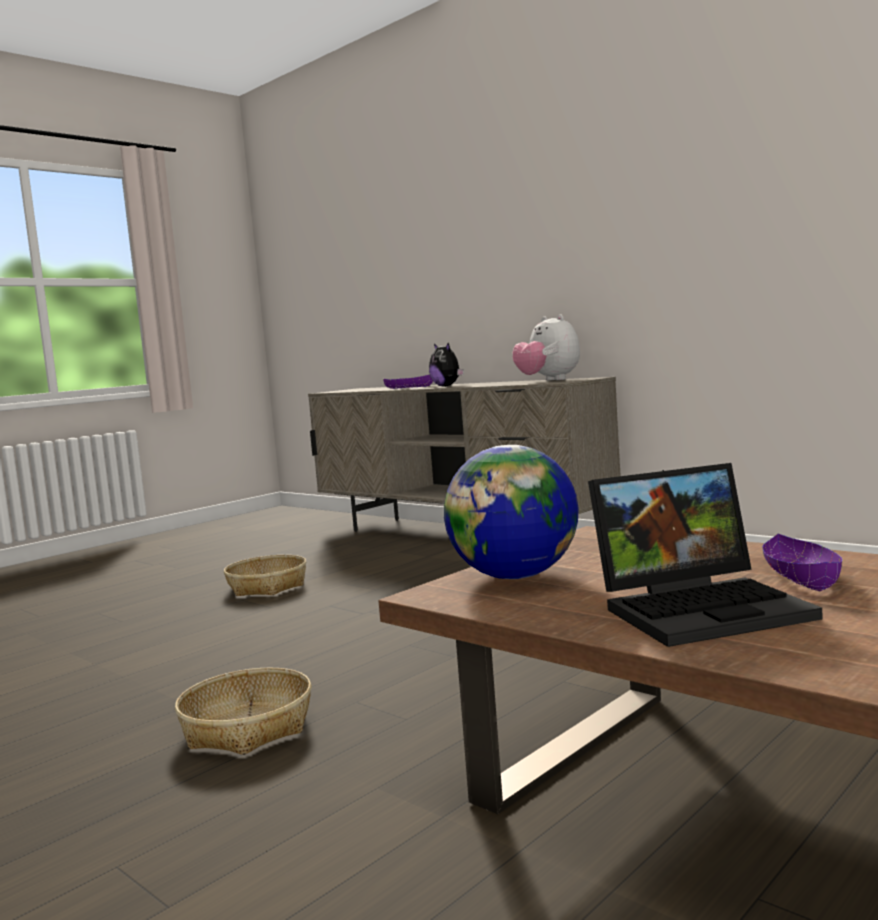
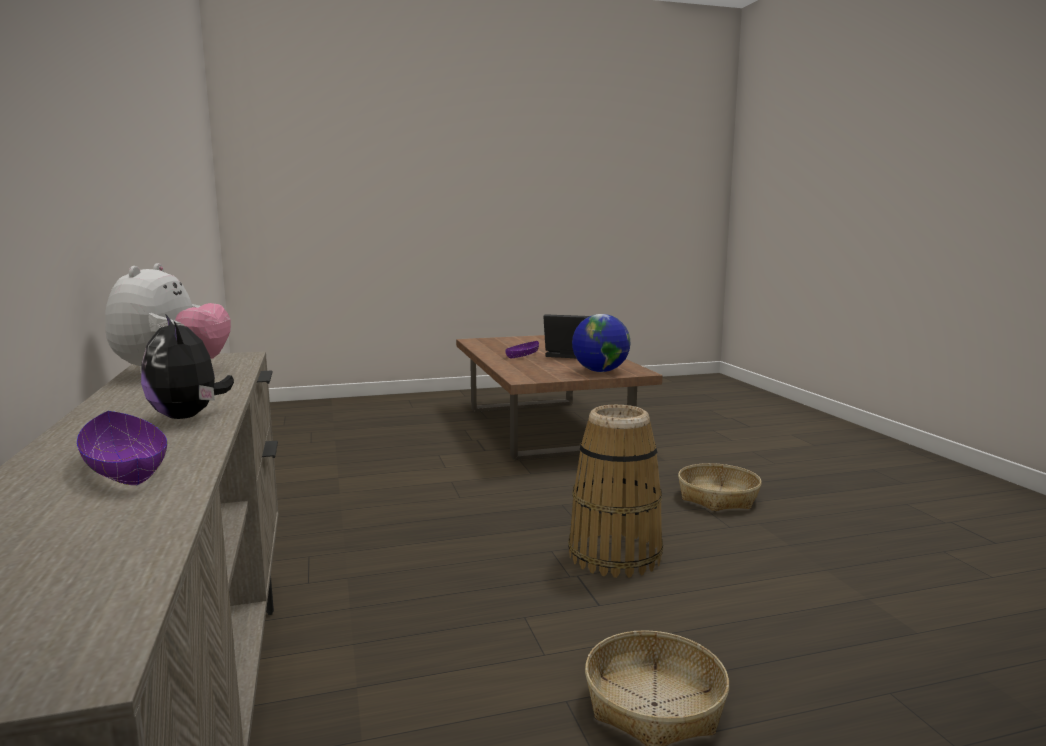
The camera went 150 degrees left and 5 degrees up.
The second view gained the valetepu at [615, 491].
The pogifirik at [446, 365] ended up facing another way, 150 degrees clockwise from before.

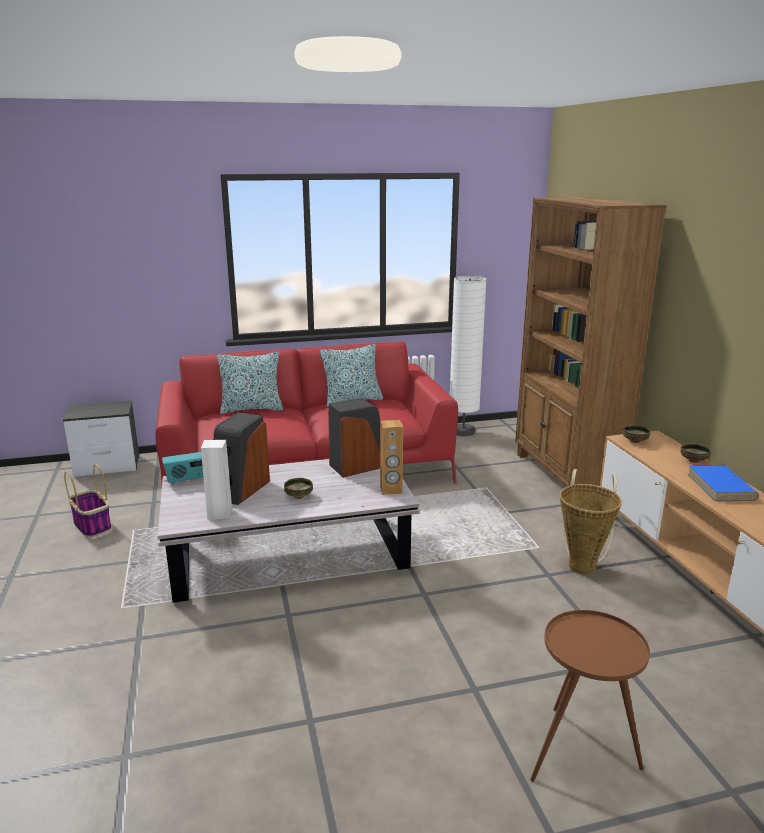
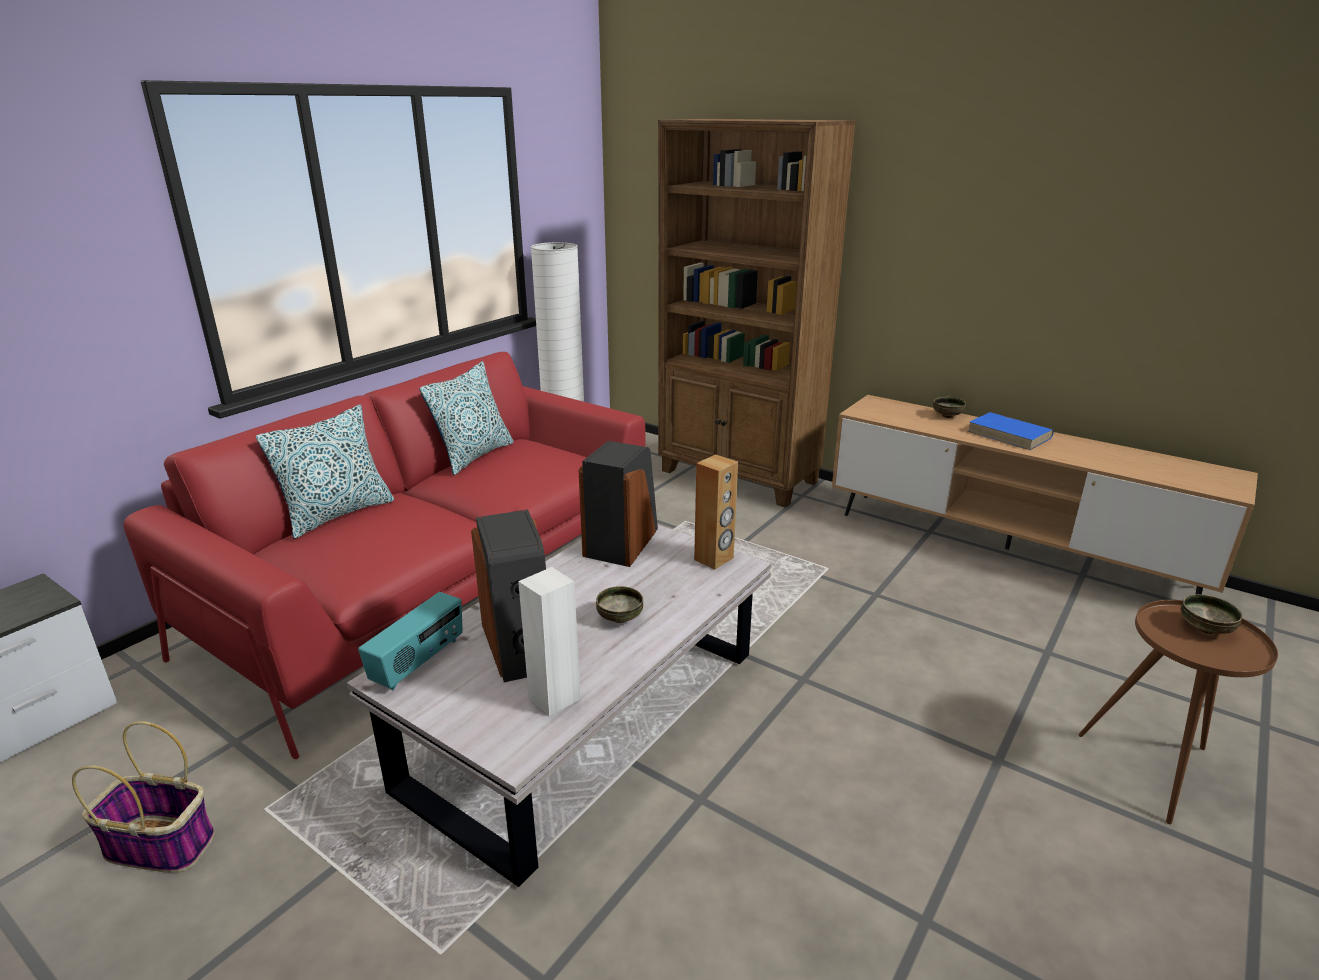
The camera went 40 degrees left and 5 degrees up.
The second view lost the valetepu at [591, 521].
The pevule ended up elsewhere, having gone from [636, 434] to [1212, 614].

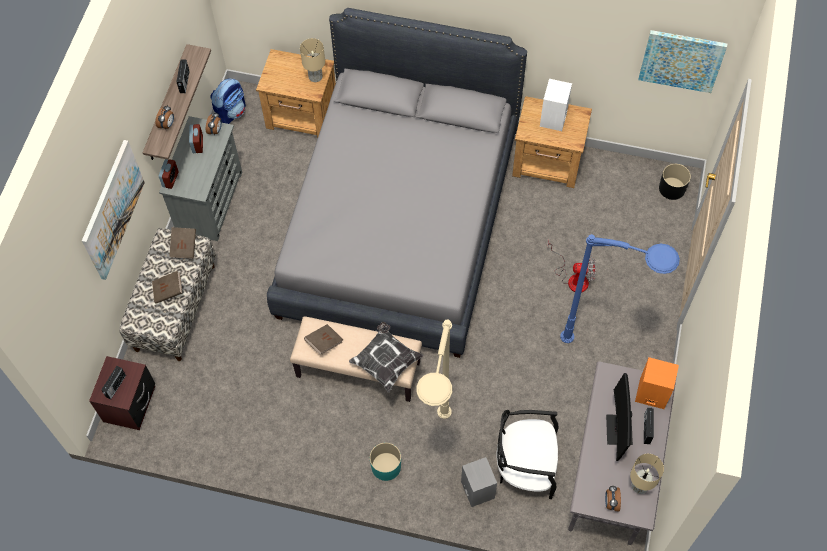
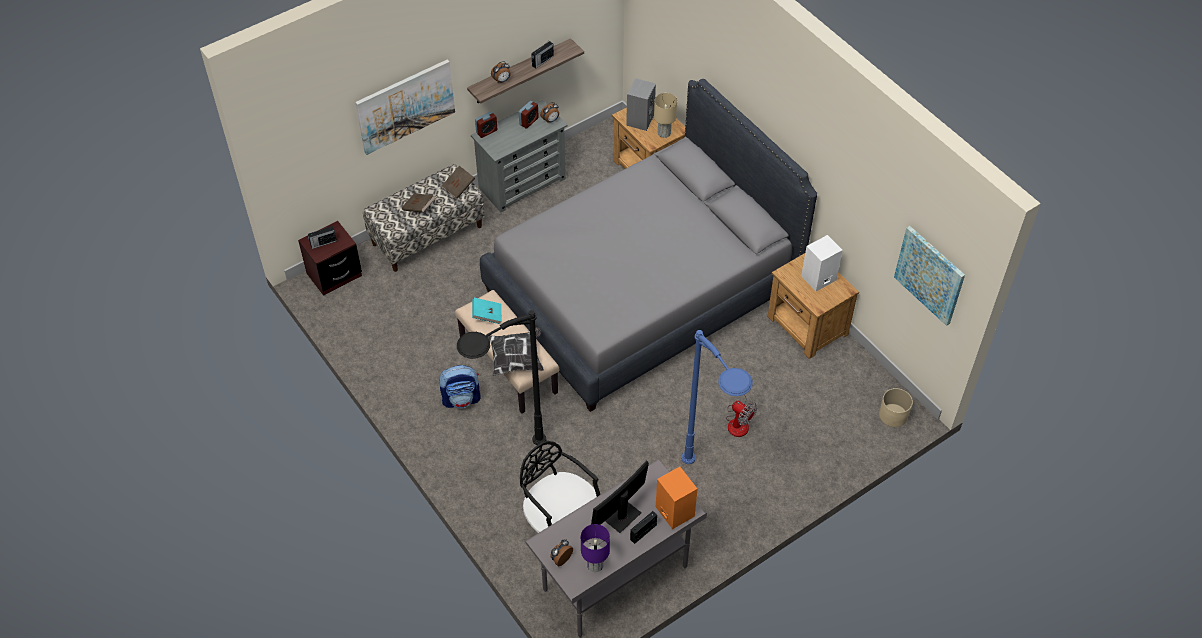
The camera went 40 degrees right and 10 degrees down.
The second view lost the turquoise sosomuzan at [385, 462].
The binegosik ended up elsewhere, having gone from [228, 101] to [460, 386].
The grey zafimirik ended up elsewhere, having gone from [479, 482] to [641, 104].
What was the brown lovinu at [323, 339] turned into the turquoise lovinu at [487, 311].
What was the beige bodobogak at [434, 369] turned into the black bodobogak at [501, 377].
What was the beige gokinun at [647, 474] turned into the purple gokinun at [595, 548].
What was the black sosomuzan at [675, 182] turned into the beige sosomuzan at [896, 407].

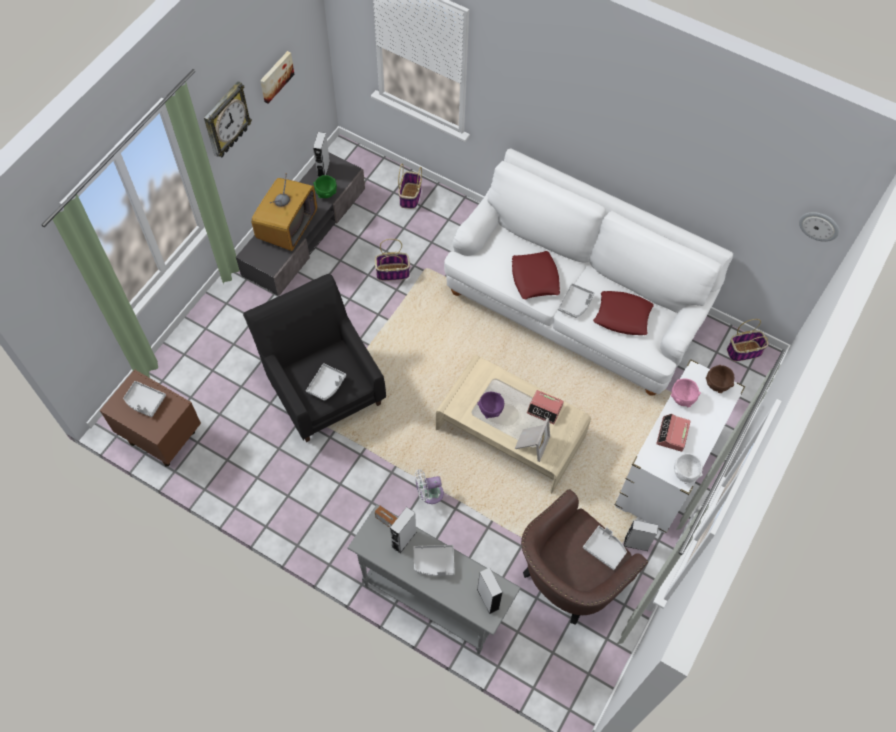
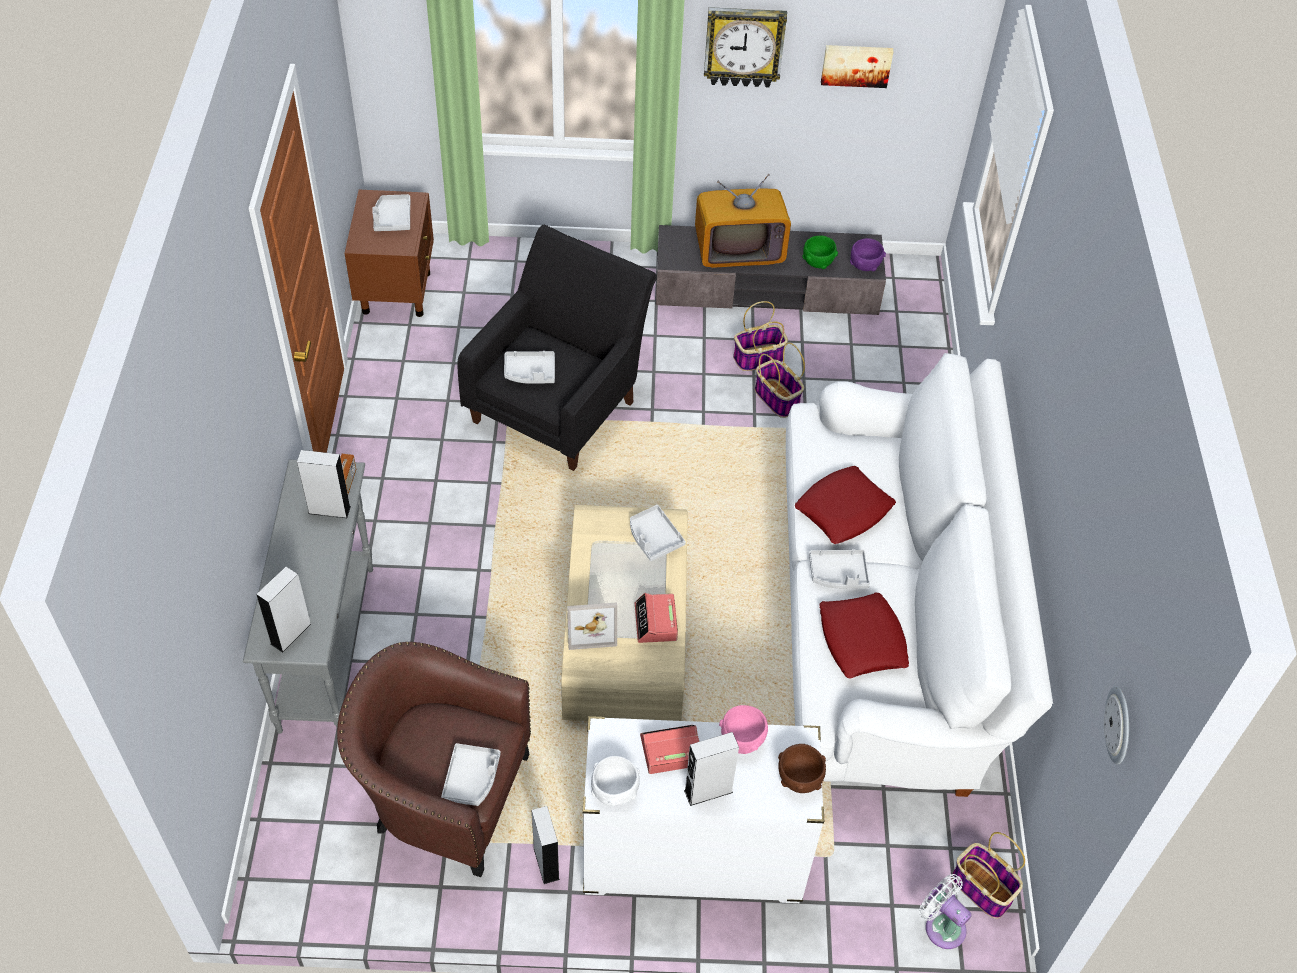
The camera went 60 degrees right and 10 degrees down.
The grey zafimirik ended up elsewhere, having gone from [321, 154] to [711, 769].
The valetepu ended up elsewhere, having gone from [410, 186] to [760, 336].
The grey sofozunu ended up elsewhere, having gone from [434, 560] to [658, 533].
The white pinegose ended up elsewhere, having gone from [429, 486] to [945, 911].
The purple pevule ended up elsewhere, having gone from [490, 405] to [868, 254].

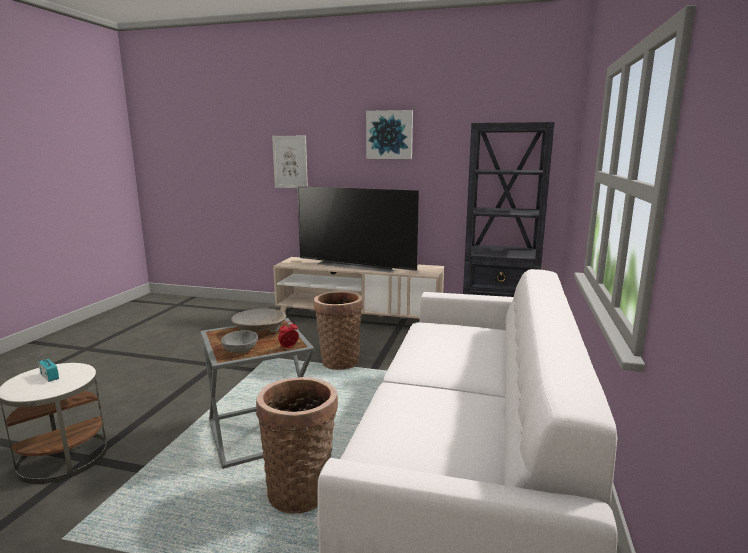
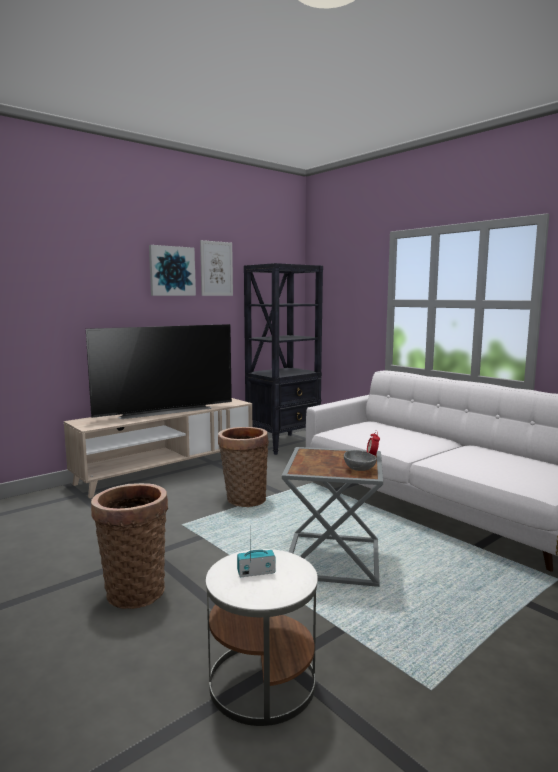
The camera went 55 degrees left and 5 degrees down.
The second view lost the beige pevule at [258, 321].
The valetepu ended up elsewhere, having gone from [297, 445] to [129, 546].
The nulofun ended up elsewhere, having gone from [290, 162] to [216, 268].

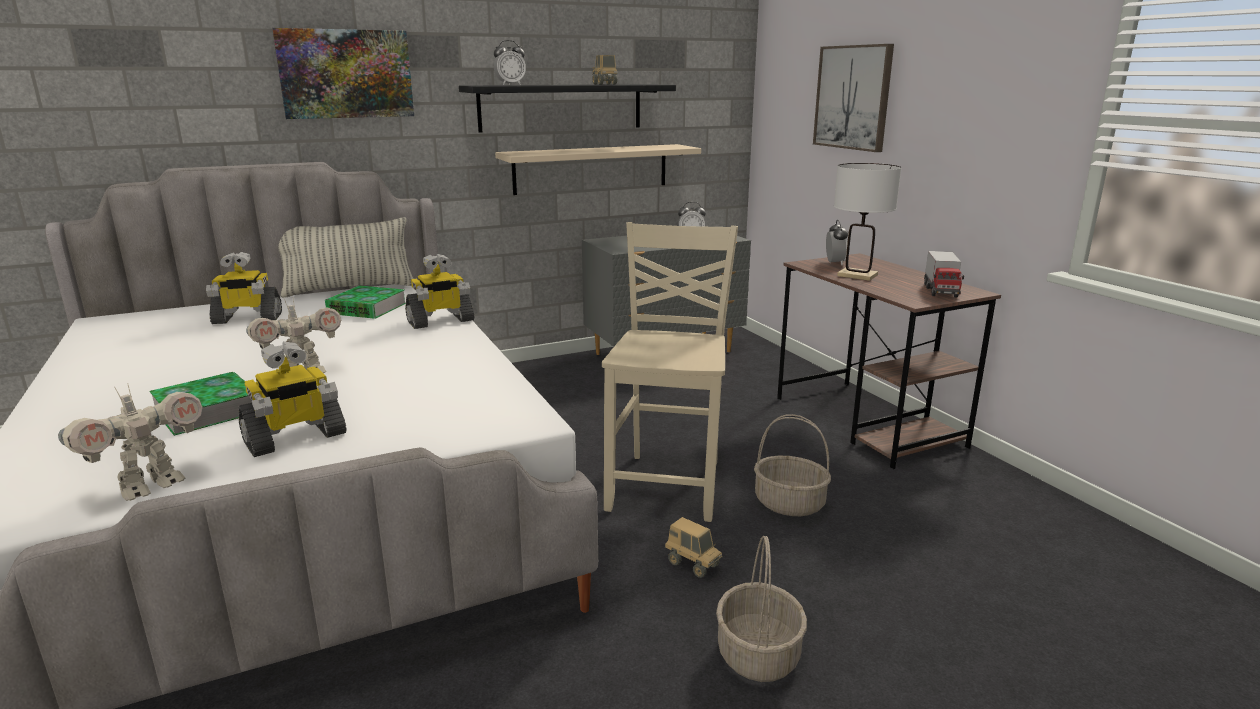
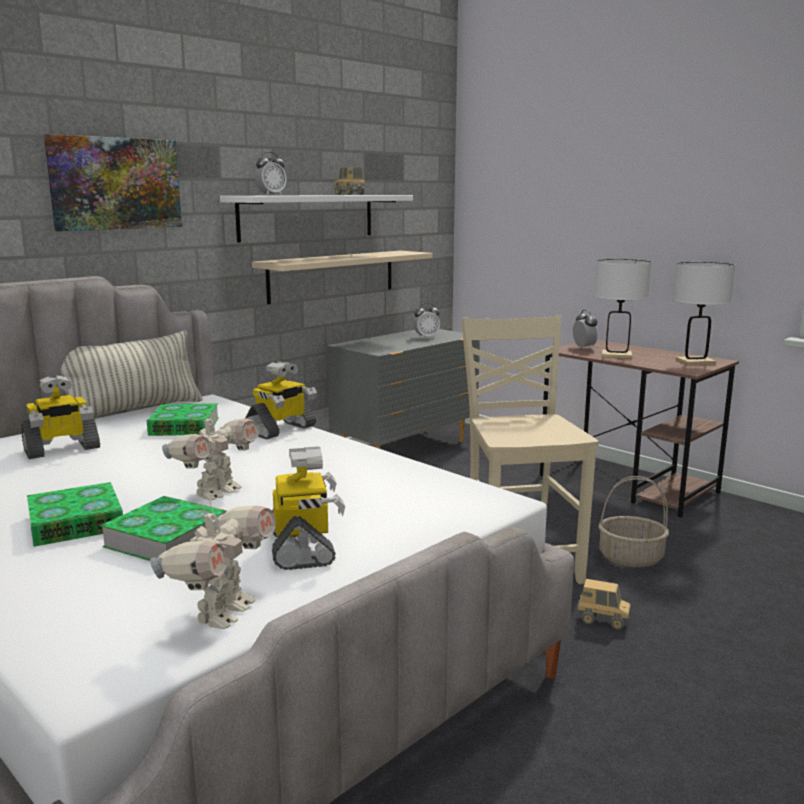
The camera went 20 degrees left and 5 degrees down.
The second view lost the valetepu at [761, 609].
The second view lost the nulofun at [853, 98].
The second view gained the lovinu at [75, 514].
Where the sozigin stood at [944, 274], the white gokinun came to stand at [704, 313].
What was the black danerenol at [567, 108] turned into the white danerenol at [316, 218].
The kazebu at [293, 399] ended up facing another way, 45 degrees counterclockwise from before.

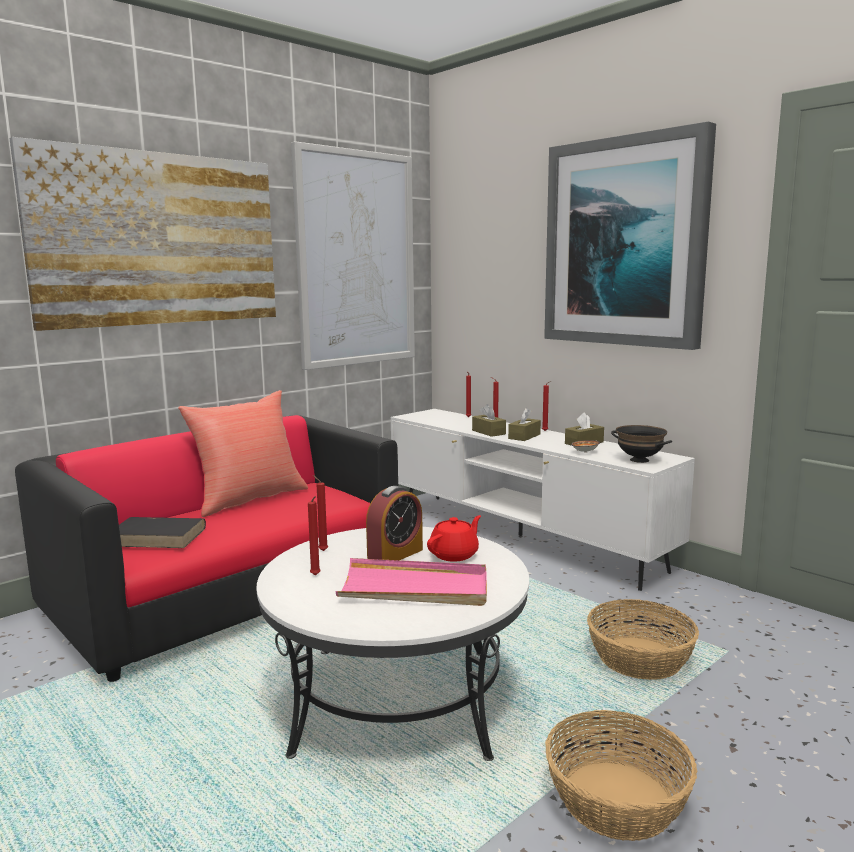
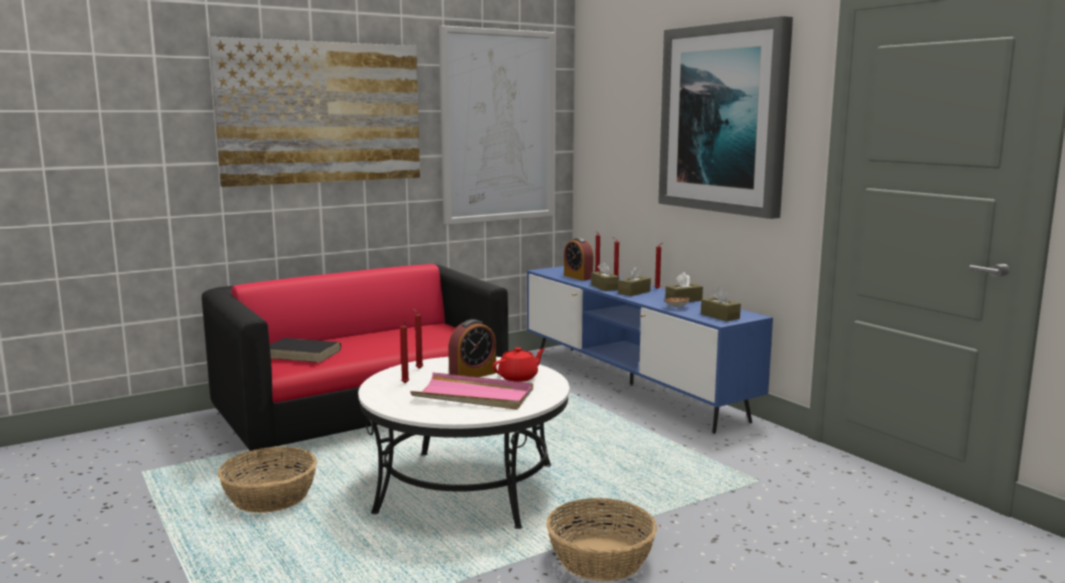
The camera went 10 degrees right and 0 degrees up.
The second view lost the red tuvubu at [243, 453].
The second view gained the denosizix at [578, 259].
The valetepu ended up elsewhere, having gone from [643, 639] to [267, 479].
Where the black pevule stood at [641, 444], the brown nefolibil came to stand at [721, 304].
What was the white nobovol at [543, 500] turned into the blue nobovol at [650, 350].

